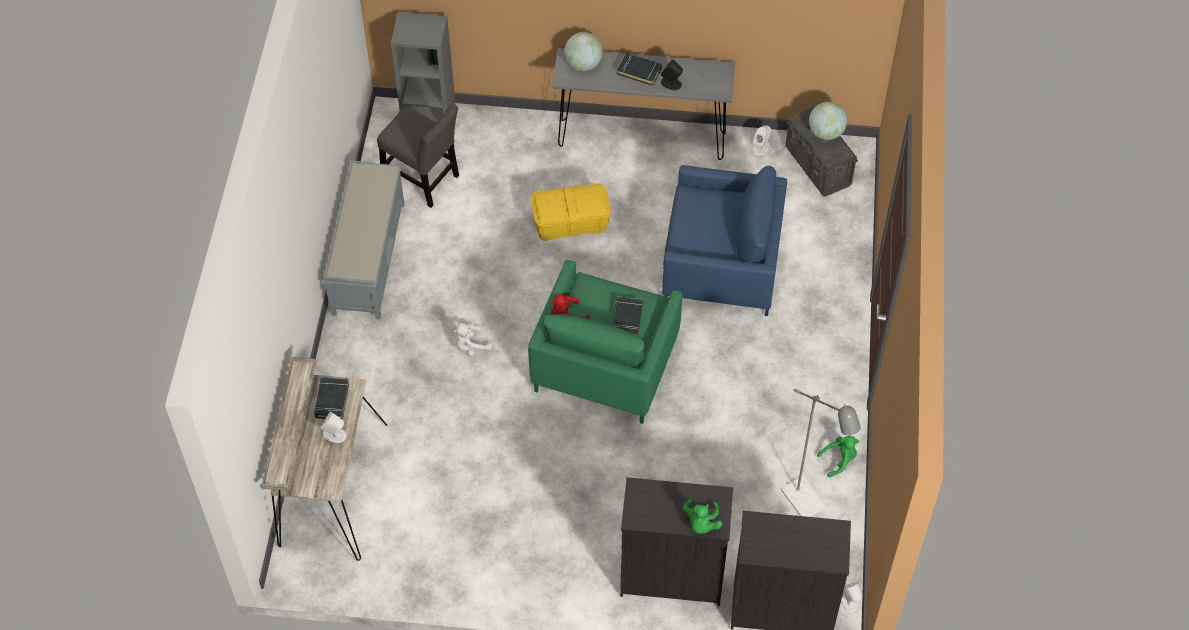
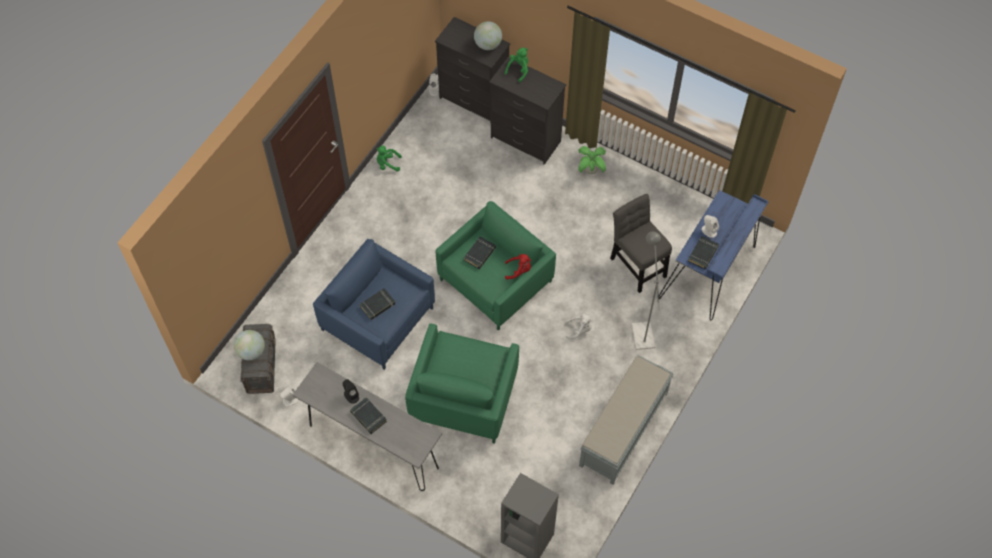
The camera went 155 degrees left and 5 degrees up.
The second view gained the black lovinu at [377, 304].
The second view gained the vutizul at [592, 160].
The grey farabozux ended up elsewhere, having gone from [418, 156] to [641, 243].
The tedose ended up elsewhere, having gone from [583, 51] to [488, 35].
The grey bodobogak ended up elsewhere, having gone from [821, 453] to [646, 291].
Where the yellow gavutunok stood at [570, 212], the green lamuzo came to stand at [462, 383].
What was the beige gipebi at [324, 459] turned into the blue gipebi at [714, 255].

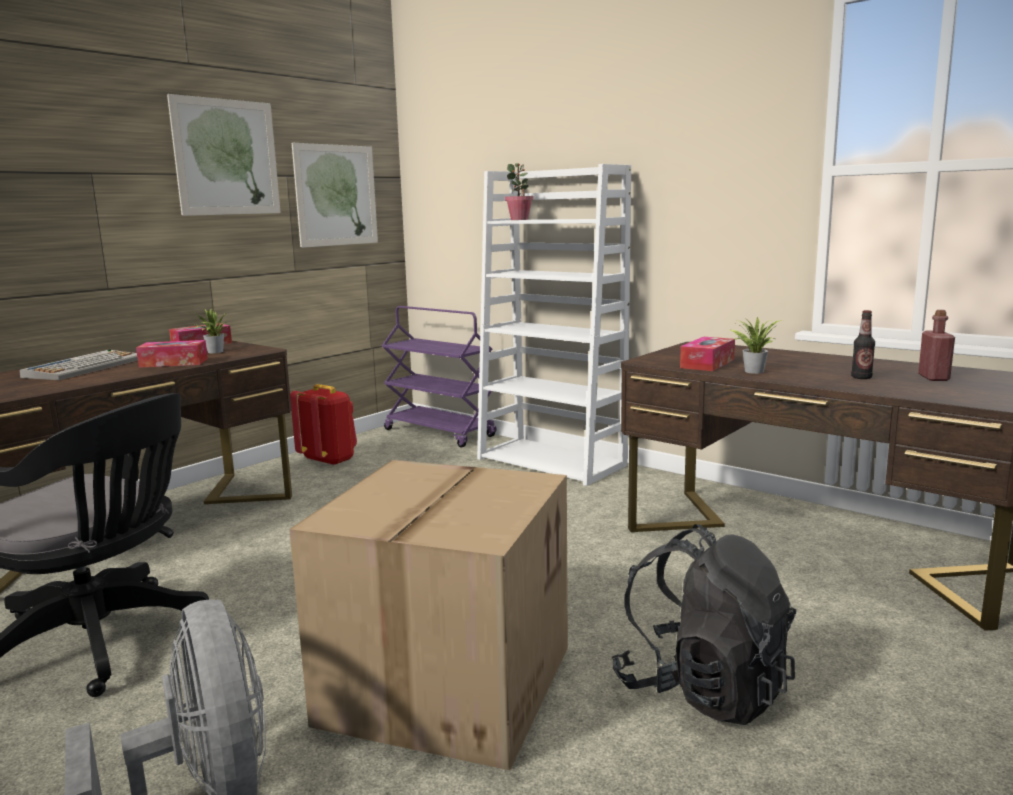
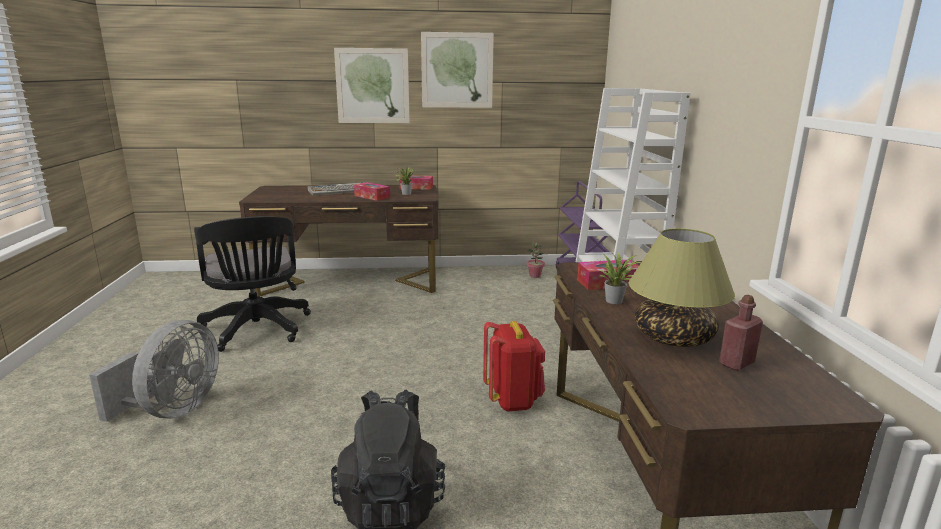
The camera went 45 degrees right and 5 degrees up.
The second view lost the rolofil at [428, 615].
The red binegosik ended up elsewhere, having gone from [323, 425] to [514, 366].
The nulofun ended up elsewhere, having gone from [335, 195] to [372, 85].
The vutizul ended up elsewhere, having gone from [519, 191] to [536, 260].
Where the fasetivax stood at [863, 344], the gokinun came to stand at [682, 287].

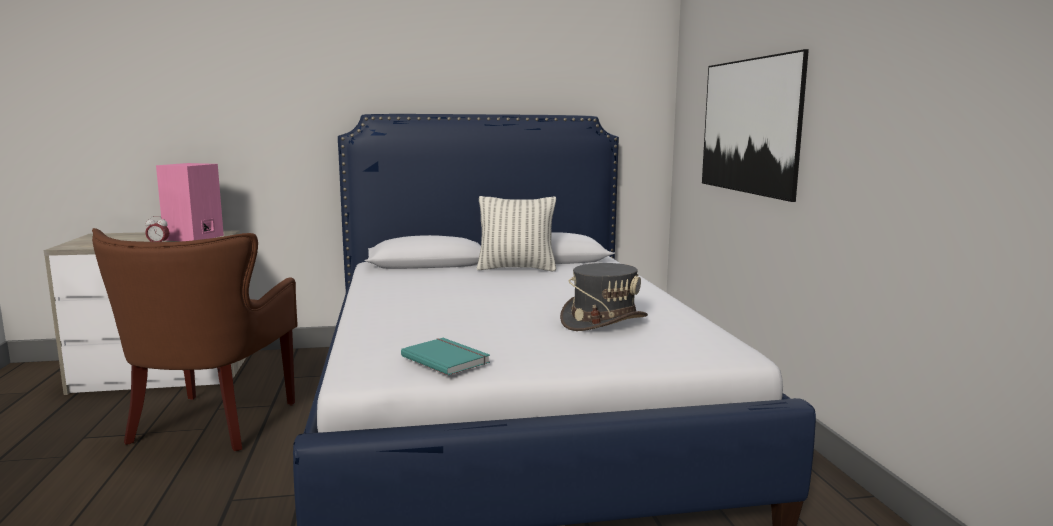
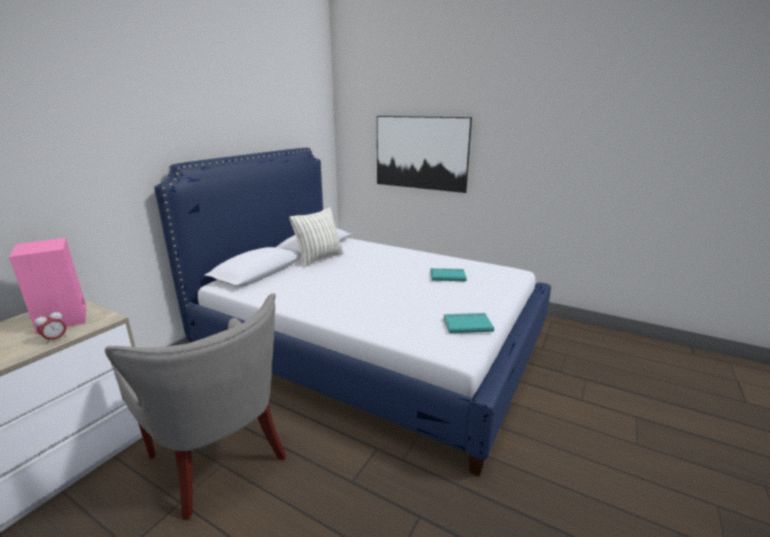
The camera went 50 degrees left and 10 degrees up.
Where the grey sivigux stood at [604, 297], the turquoise lovinu came to stand at [448, 274].
What was the brown lamuzo at [195, 340] turned into the grey lamuzo at [195, 406].

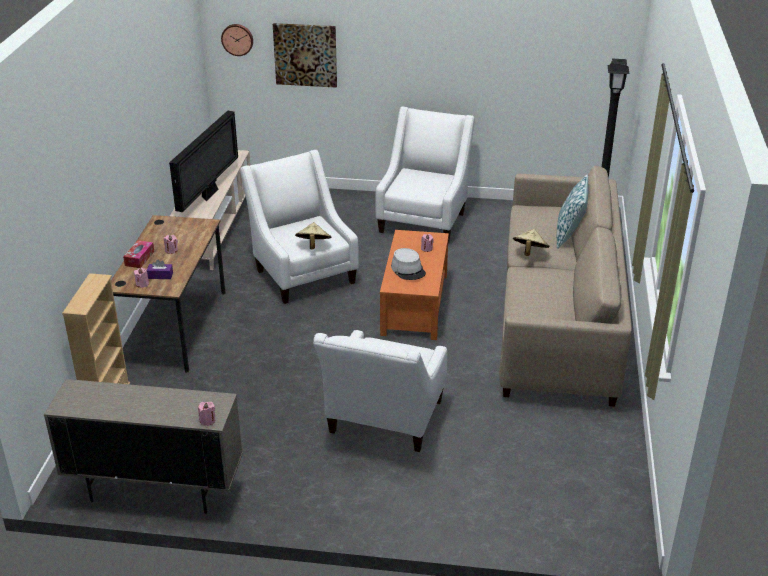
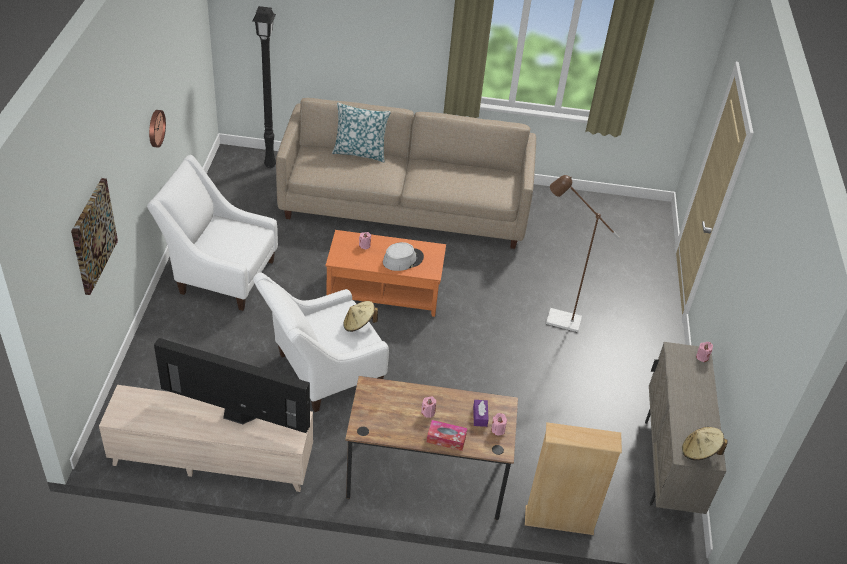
The camera went 95 degrees left and 10 degrees up.
The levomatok ended up elsewhere, having gone from [237, 40] to [157, 129].
The beige sivigux ended up elsewhere, having gone from [531, 242] to [705, 443].
Where the white lamuzo stood at [380, 391], the brown bodobogak came to stand at [583, 253].

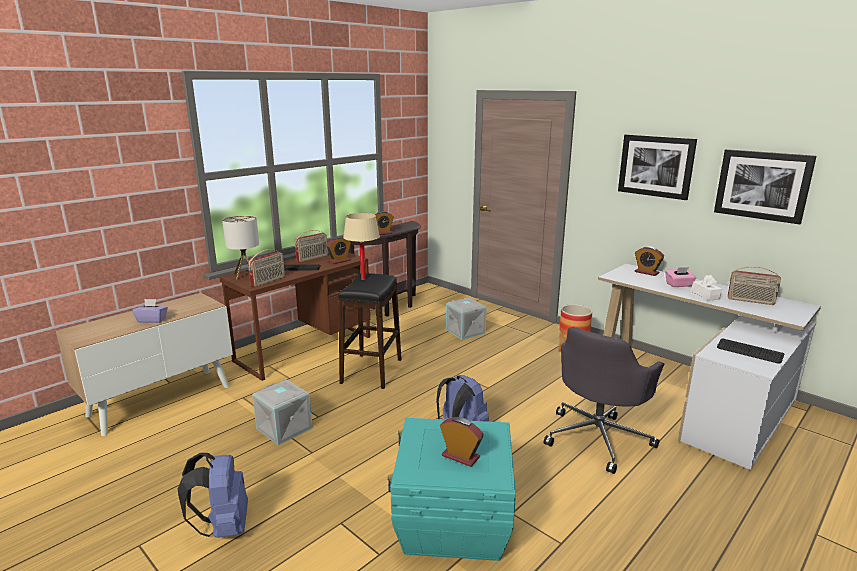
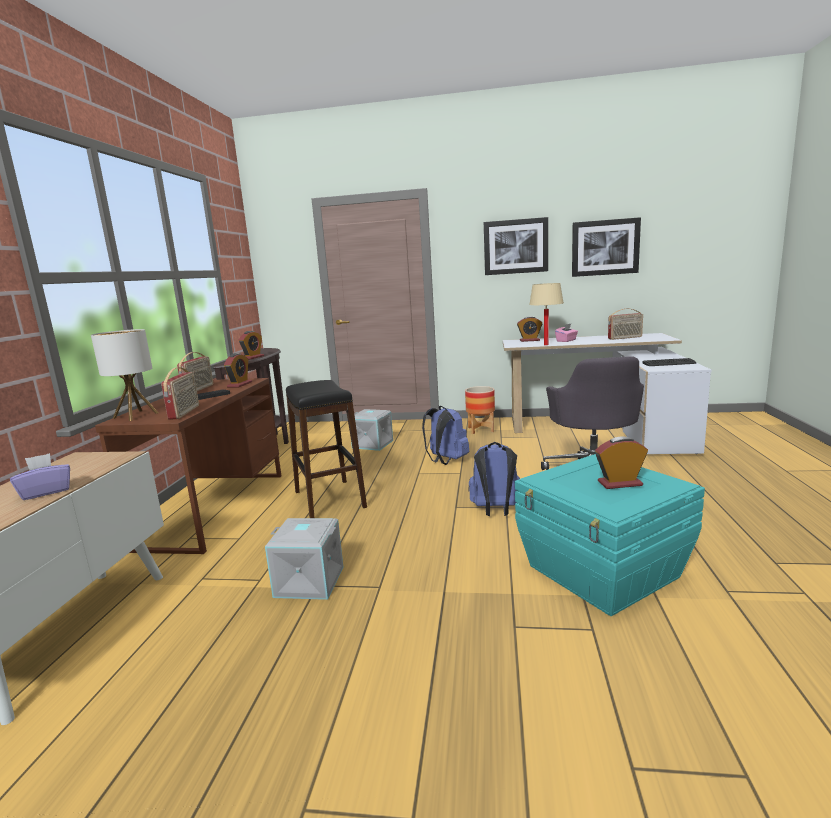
The camera went 35 degrees left and 5 degrees down.
The second view lost the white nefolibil at [707, 288].
The blue binegosik ended up elsewhere, having gone from [213, 495] to [445, 435].
The beige gokinun ended up elsewhere, having gone from [361, 246] to [546, 314].

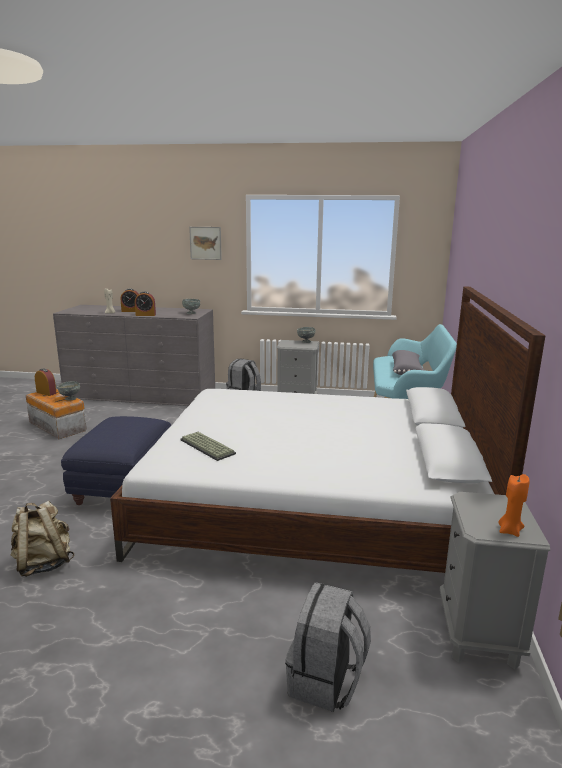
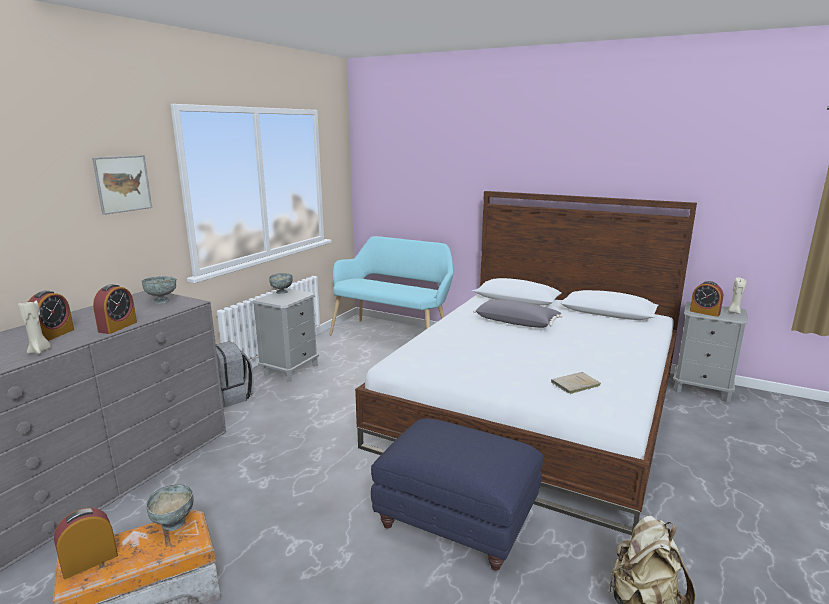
The camera went 70 degrees left and 0 degrees up.
The second view lost the grey binegosik at [328, 647].
The second view gained the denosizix at [706, 299].
The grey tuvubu ended up elsewhere, having gone from [408, 362] to [517, 313].
Where the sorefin stood at [208, 446], the beige lovinu came to stand at [576, 383].
What was the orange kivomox at [514, 505] turned into the beige kivomox at [737, 295].

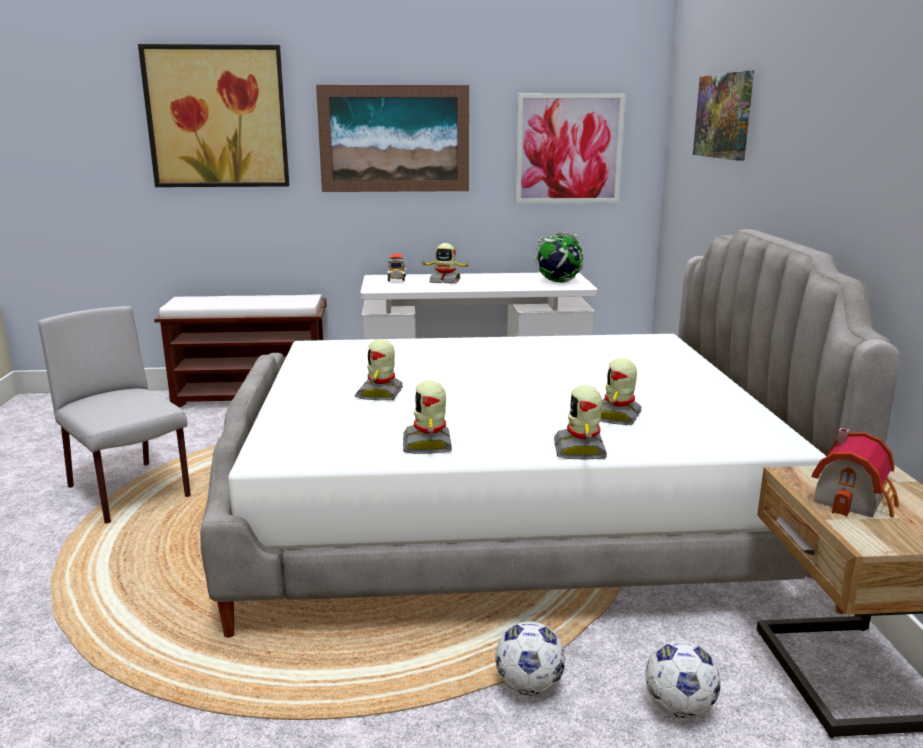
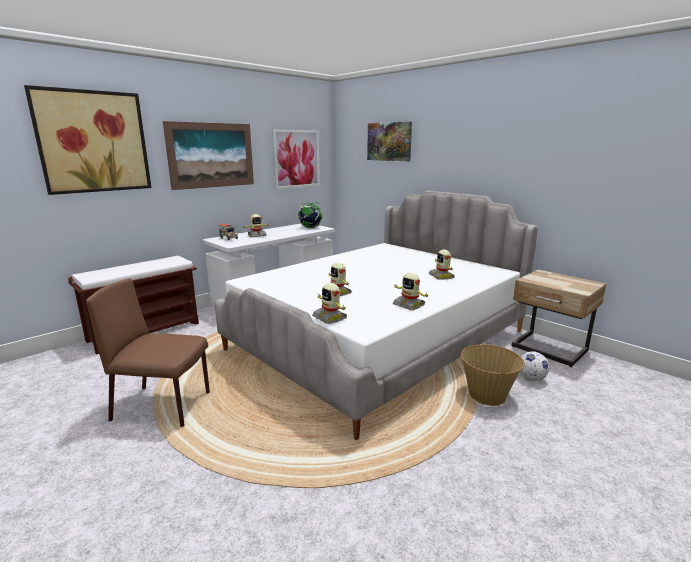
The camera went 40 degrees left and 0 degrees up.
The second view lost the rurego at [855, 472].
The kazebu ended up elsewhere, having gone from [580, 422] to [329, 303].
Where the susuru stood at [530, 658], the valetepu came to stand at [493, 375].
What was the grey farabozux at [114, 415] turned into the brown farabozux at [148, 352].

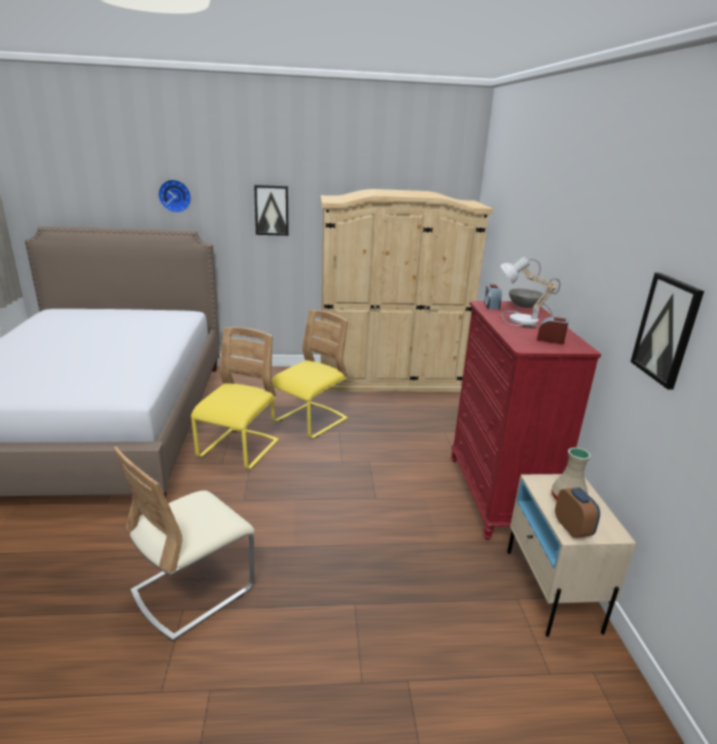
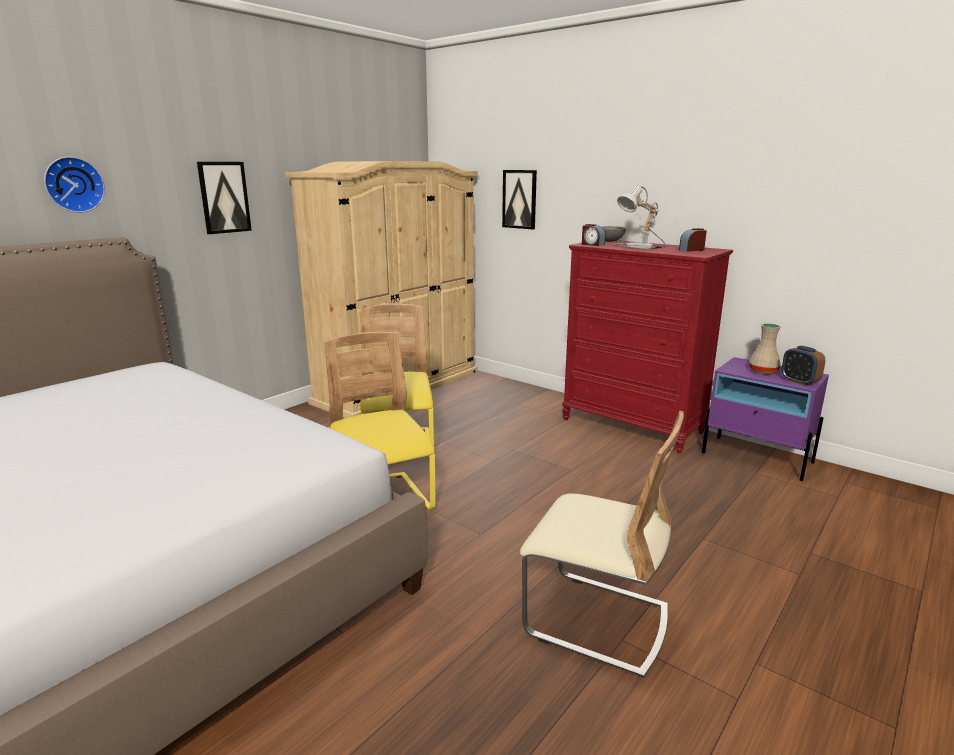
The camera went 45 degrees left and 5 degrees down.
The nulofun ended up elsewhere, having gone from [667, 331] to [519, 199].
What was the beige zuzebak at [571, 555] turned into the purple zuzebak at [765, 419].
The beige farabozux at [184, 543] ended up facing another way, 60 degrees counterclockwise from before.
The denosizix at [577, 512] ended up facing another way, 150 degrees counterclockwise from before.

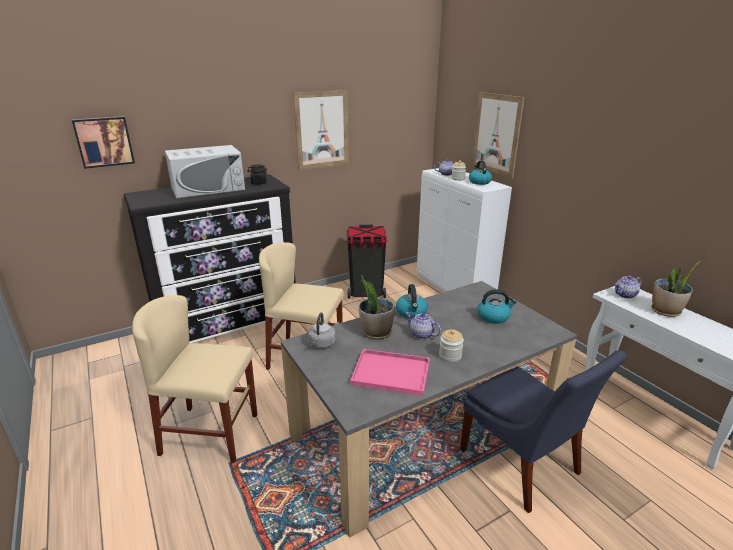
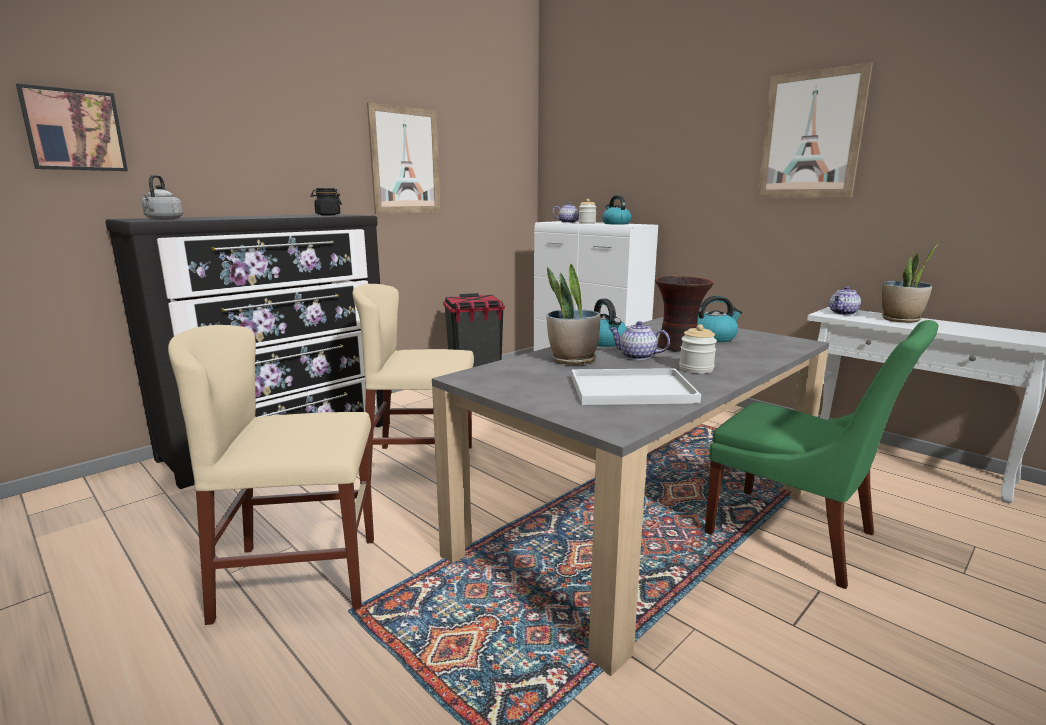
The camera went 15 degrees left and 10 degrees down.
The second view lost the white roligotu at [205, 172].
The second view gained the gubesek at [684, 314].
The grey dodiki ended up elsewhere, having gone from [322, 330] to [162, 197].
The nulofun ended up elsewhere, having gone from [498, 135] to [815, 129].
What was the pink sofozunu at [390, 372] turned into the white sofozunu at [636, 386].
What was the blue farabozux at [543, 432] turned into the green farabozux at [821, 454].

